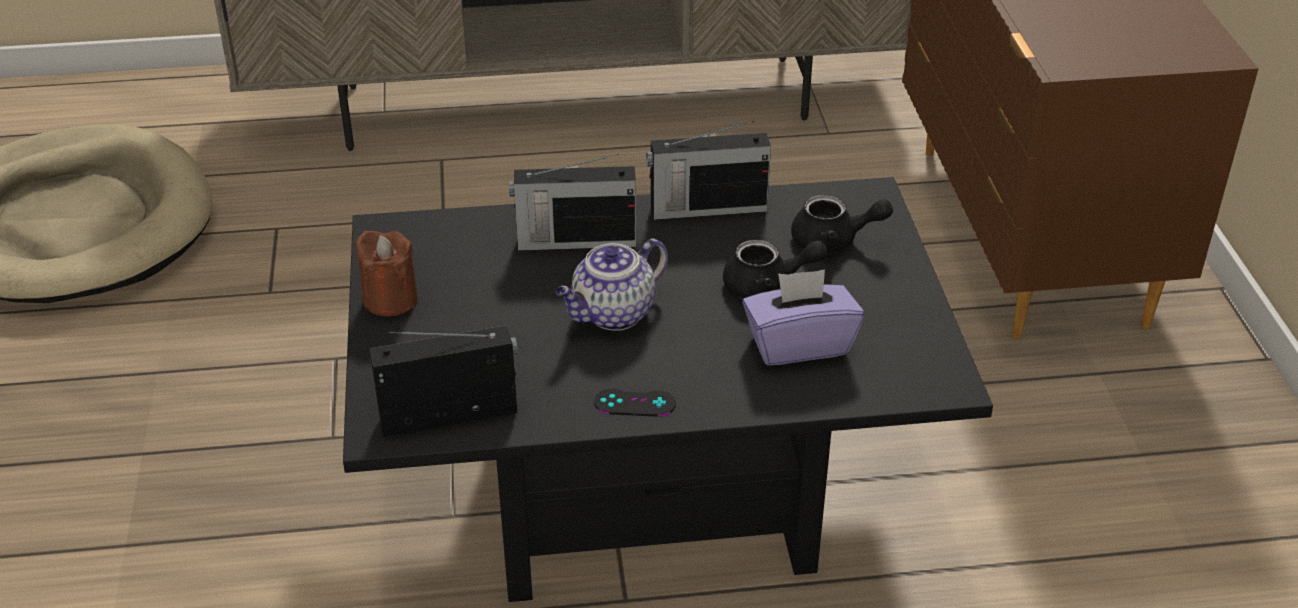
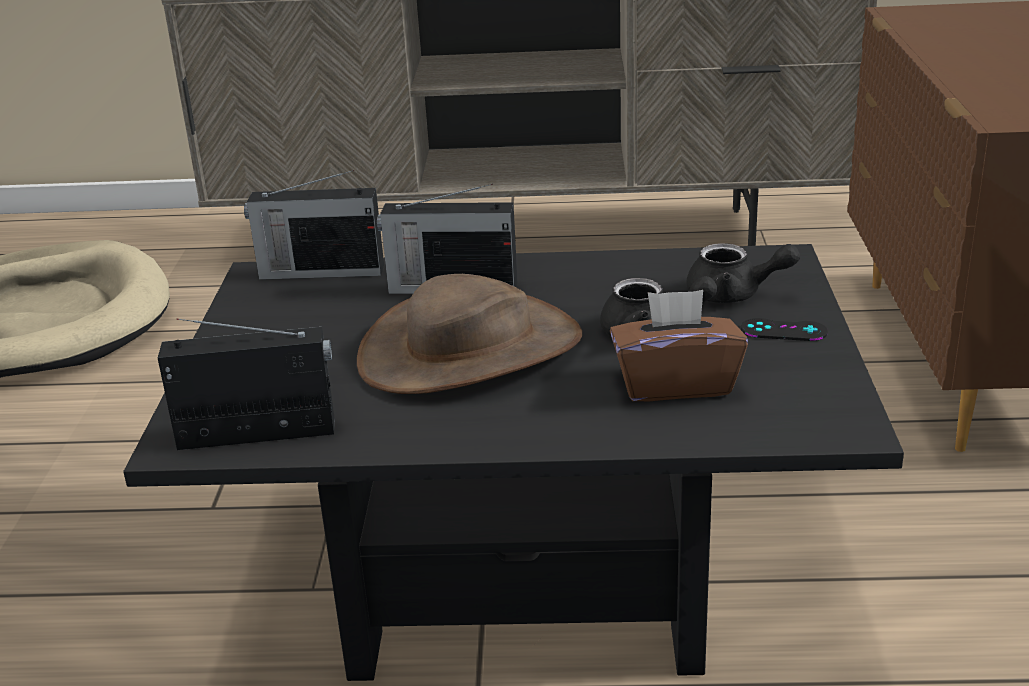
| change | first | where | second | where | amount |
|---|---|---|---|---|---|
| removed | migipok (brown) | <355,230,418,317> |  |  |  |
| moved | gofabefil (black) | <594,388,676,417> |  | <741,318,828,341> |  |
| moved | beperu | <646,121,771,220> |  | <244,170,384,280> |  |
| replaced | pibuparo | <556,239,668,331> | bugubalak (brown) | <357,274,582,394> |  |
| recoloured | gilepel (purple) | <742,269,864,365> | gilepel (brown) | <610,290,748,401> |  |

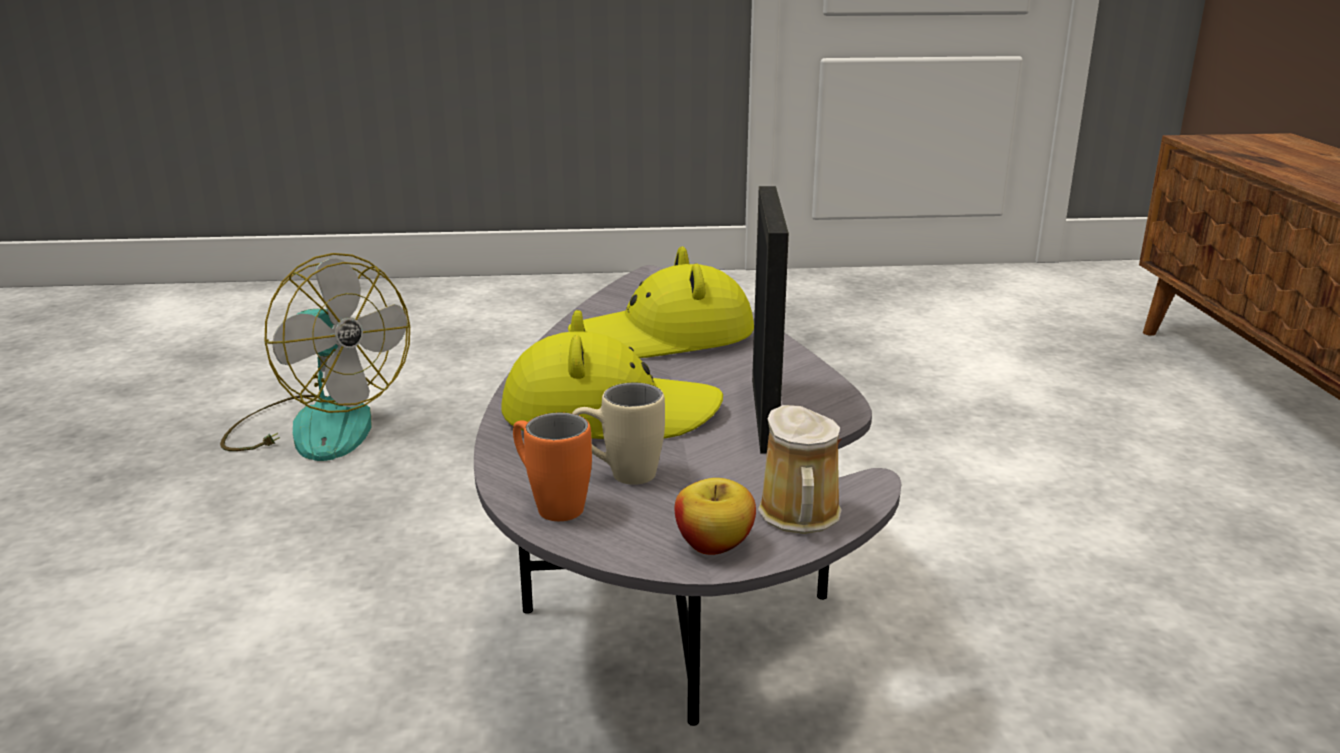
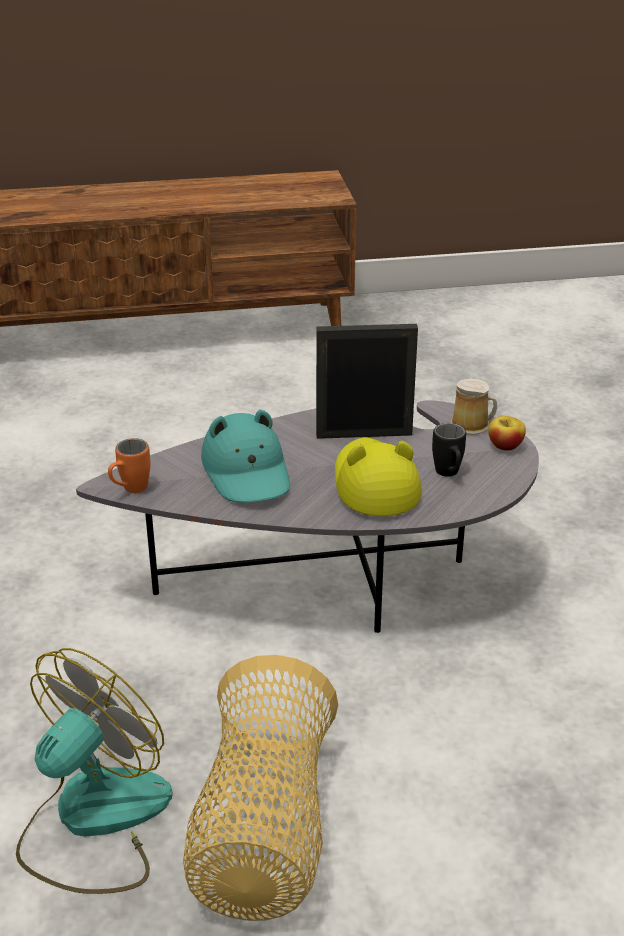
| change | first | where | second | where | amount |
|---|---|---|---|---|---|
| added |  |  | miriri | <183,655,338,921> |  |
| moved | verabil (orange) | <513,412,592,521> |  | <108,438,151,493> |  |
| recoloured | bugubalak (yellow) | <568,246,754,358> | bugubalak (turquoise) | <201,410,290,503> |  |
| recoloured | verabil (beige) | <572,383,665,485> | verabil (black) | <432,423,466,477> |  |

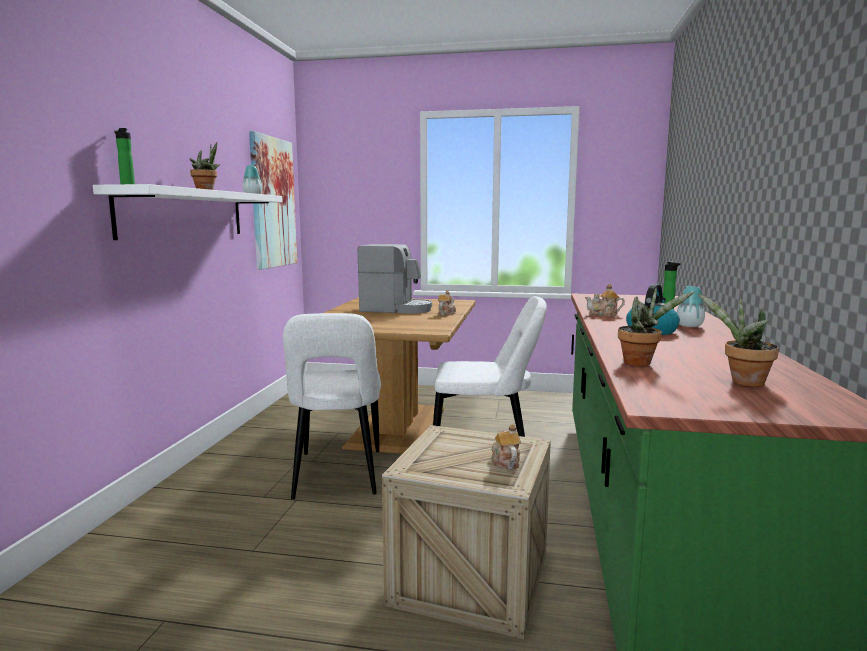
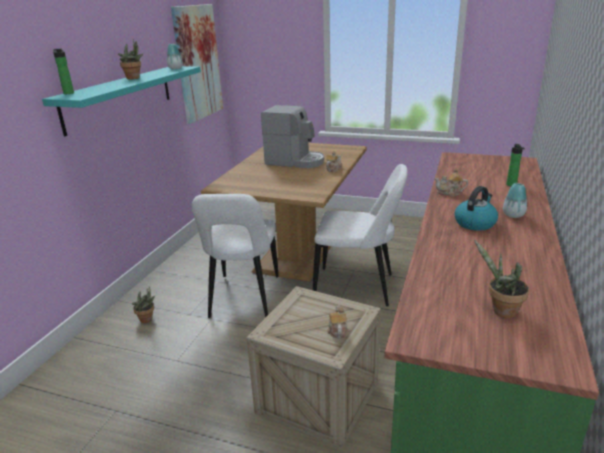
| change | first | where | second | where | amount |
|---|---|---|---|---|---|
| moved | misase | <618,287,695,366> |  | <132,287,156,323> |  |
| recoloured | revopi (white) | <93,184,283,240> | revopi (turquoise) | <42,66,201,136> |  |

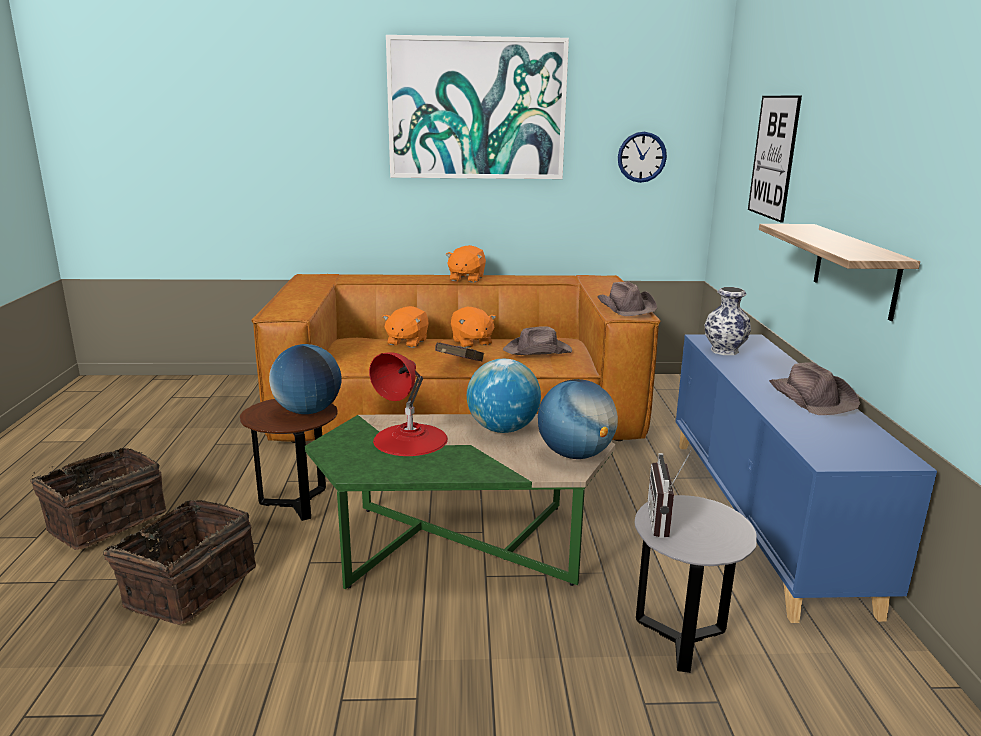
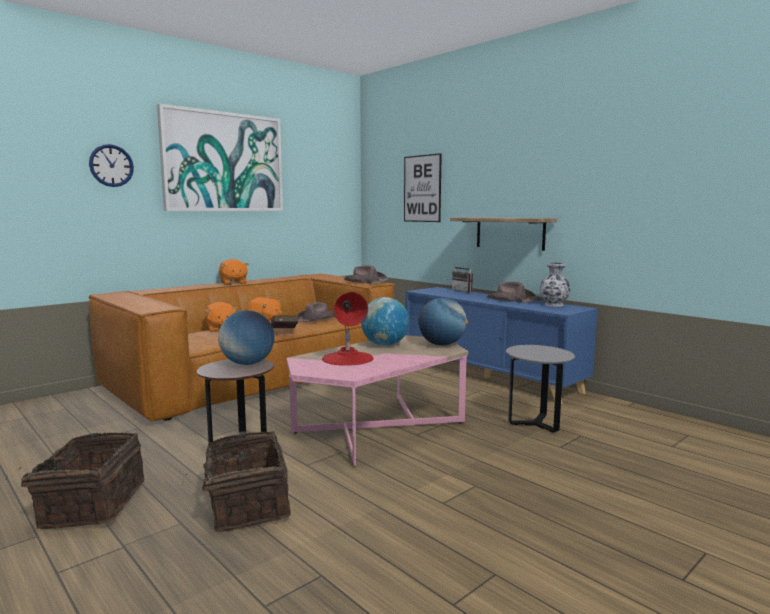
| change | first | where | second | where | amount |
|---|---|---|---|---|---|
| moved | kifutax | <618,132,667,183> |  | <89,144,134,187> |  |
| moved | beperu | <647,451,691,538> |  | <452,262,473,293> |  |
| moved | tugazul | <705,287,751,355> |  | <540,263,570,307> |  |
| recoloured | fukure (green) | <305,414,616,589> | fukure (pink) | <286,335,468,466> |  |

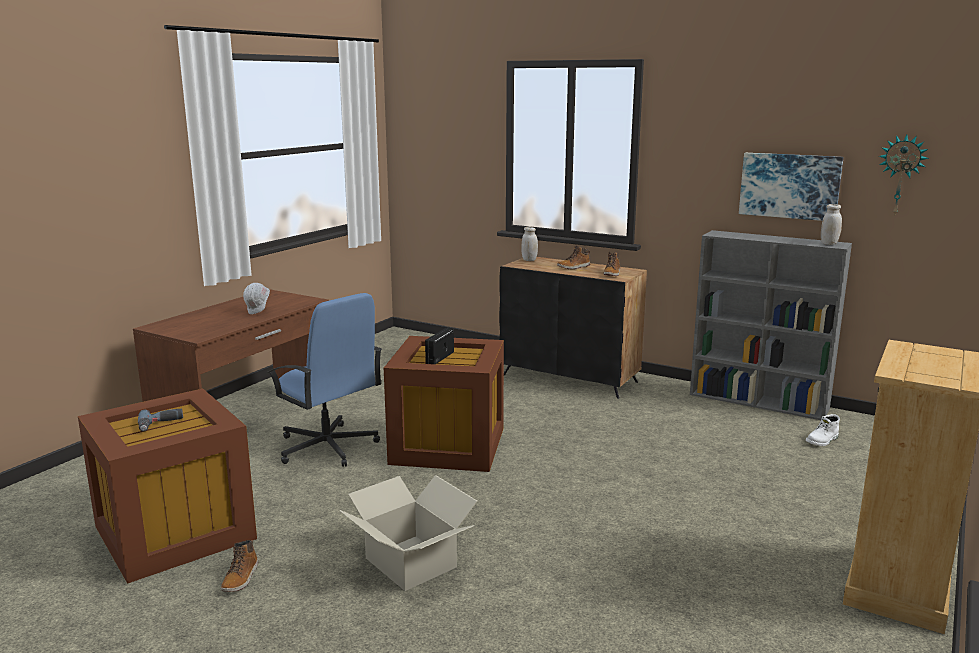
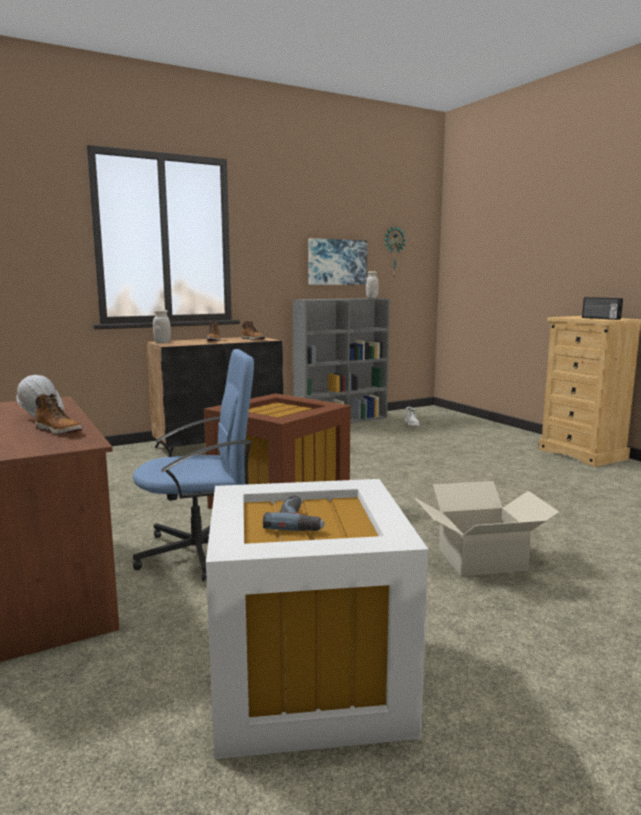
| change | first | where | second | where | amount |
|---|---|---|---|---|---|
| moved | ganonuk | <221,540,258,592> |  | <35,393,83,435> |  |
| moved | beperu | <425,328,454,364> |  | <582,297,623,320> |  |
| recoloured | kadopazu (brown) | <78,389,257,584> | kadopazu (white) | <206,479,428,759> |  |

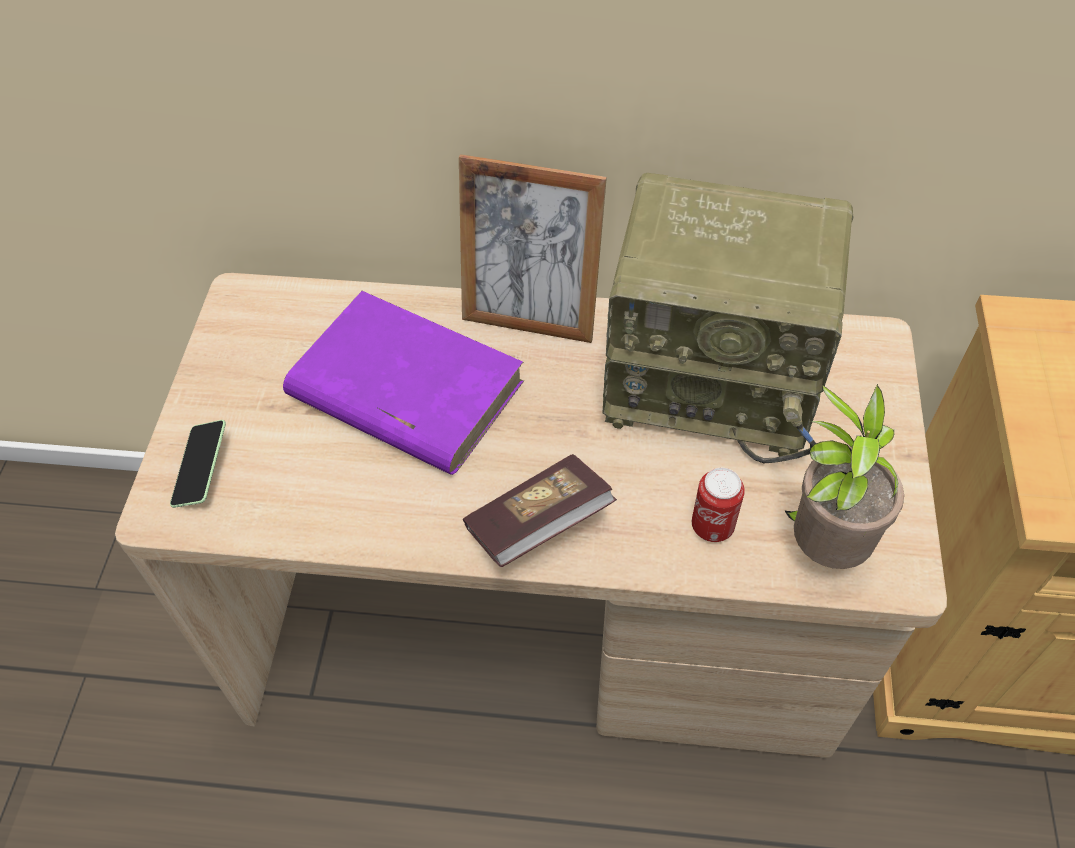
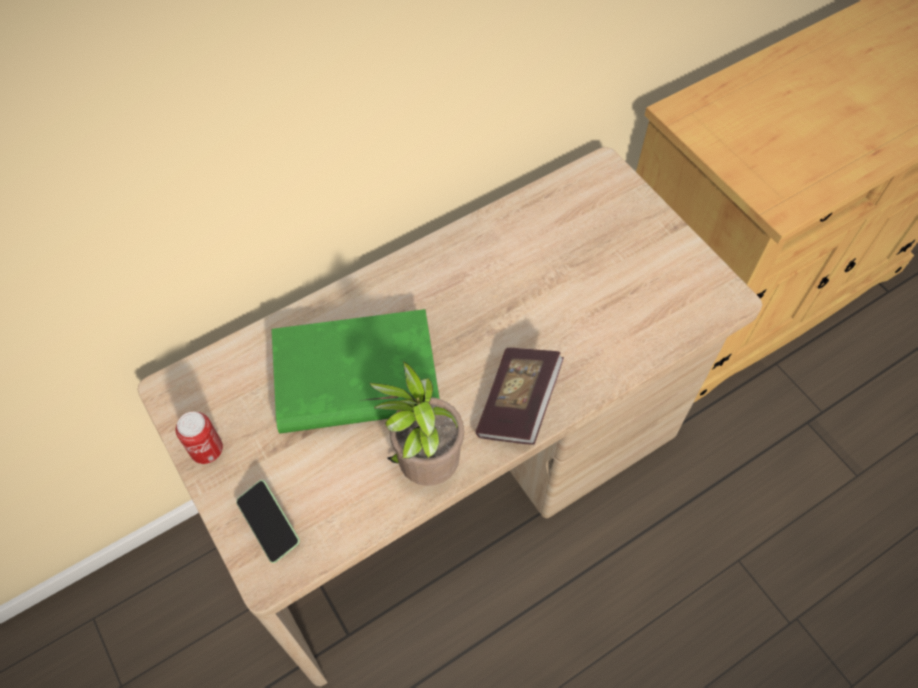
| change | first | where | second | where | amount |
|---|---|---|---|---|---|
| removed | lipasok | <459,154,607,343> |  |  |  |
| removed | beperu | <602,173,854,463> |  |  |  |
| moved | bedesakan | <692,468,745,542> |  | <175,411,223,464> |  |
| moved | misase | <785,384,904,569> |  | <370,361,464,486> |  |
| recoloured | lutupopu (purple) | <283,291,524,475> | lutupopu (green) | <271,309,440,433> |  |

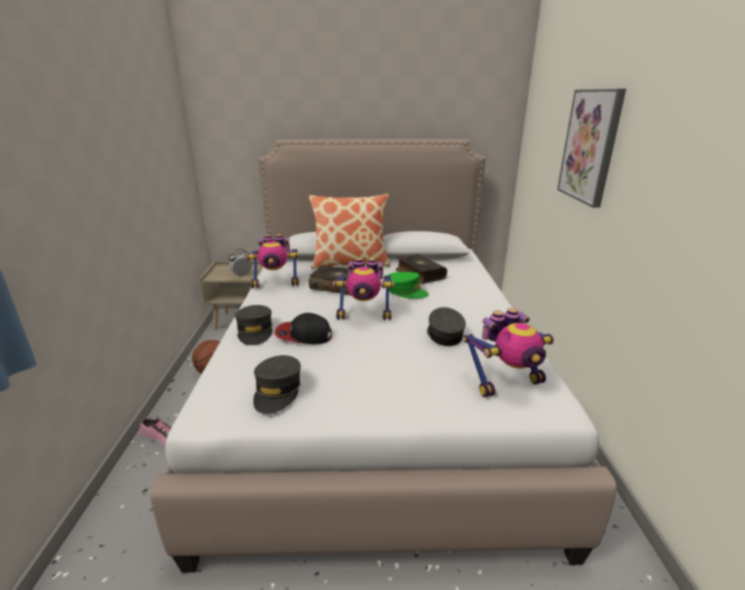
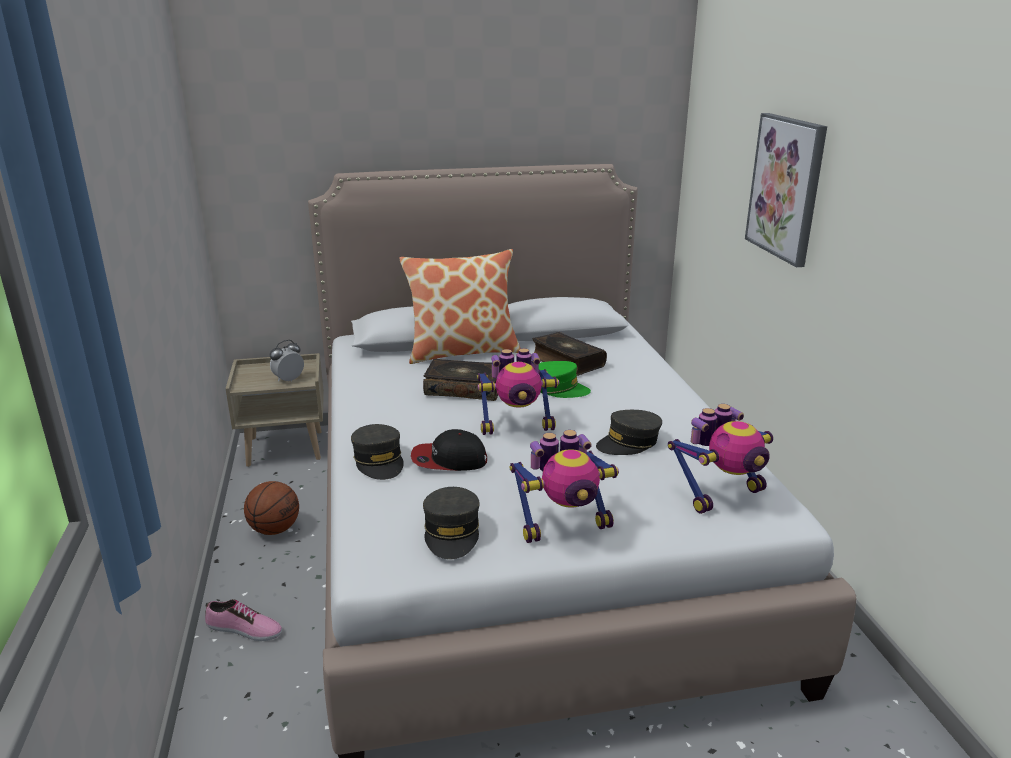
| change | first | where | second | where | amount |
|---|---|---|---|---|---|
| moved | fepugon | <246,234,299,288> |  | <509,430,619,543> |  |
| turned | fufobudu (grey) | <427,307,466,346> |  | <596,410,662,455> | 105 degrees counterclockwise |

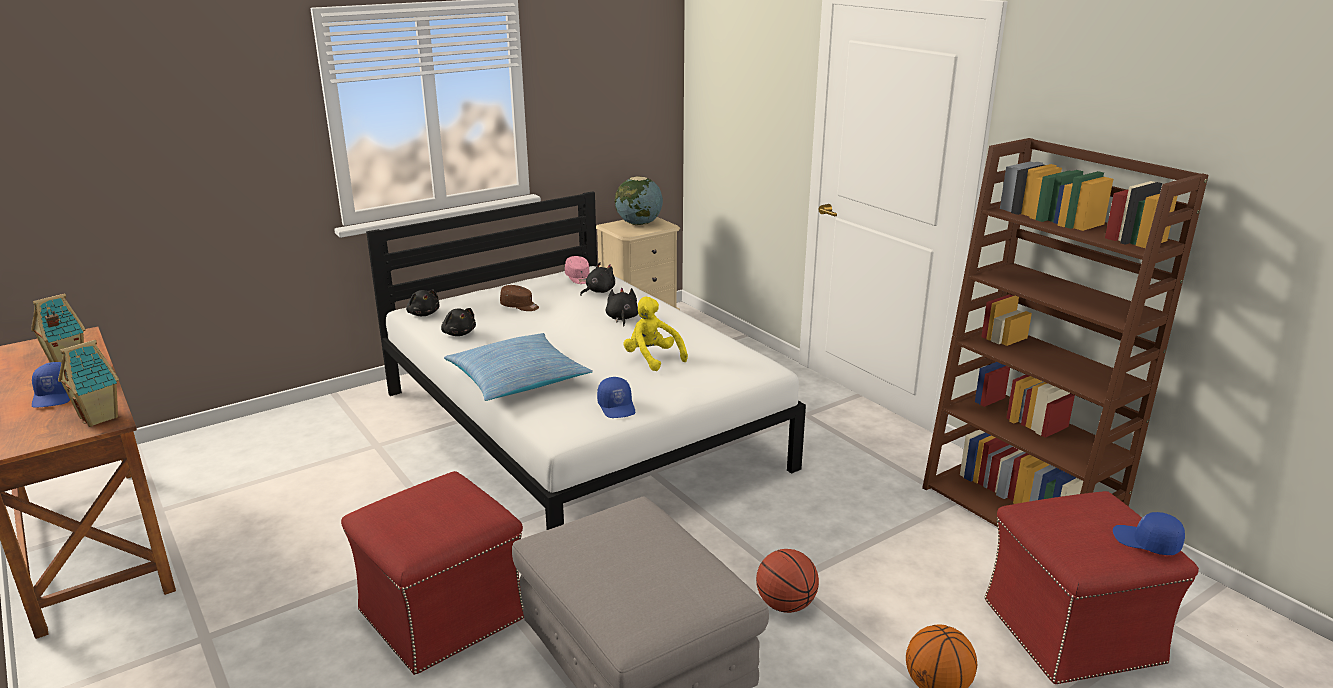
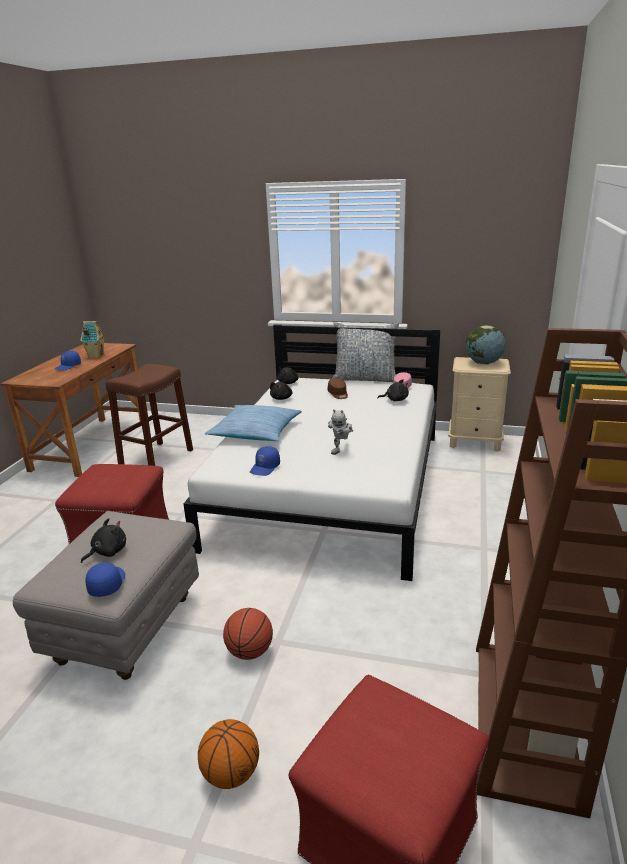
| change | first | where | second | where | amount |
|---|---|---|---|---|---|
| removed | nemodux | <58,340,119,427> |  |  |  |
| added |  |  | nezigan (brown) | <106,364,193,466> |  |
| added |  |  | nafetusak | <332,322,399,382> |  |
| moved | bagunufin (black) | <606,288,638,326> |  | <81,518,126,563> |  |
| moved | fufobudu (blue) | <1113,512,1185,555> |  | <85,563,125,597> |  |
| replaced | bagunufin (yellow) | <624,297,688,371> | fepugon | <328,409,353,455> |  |

